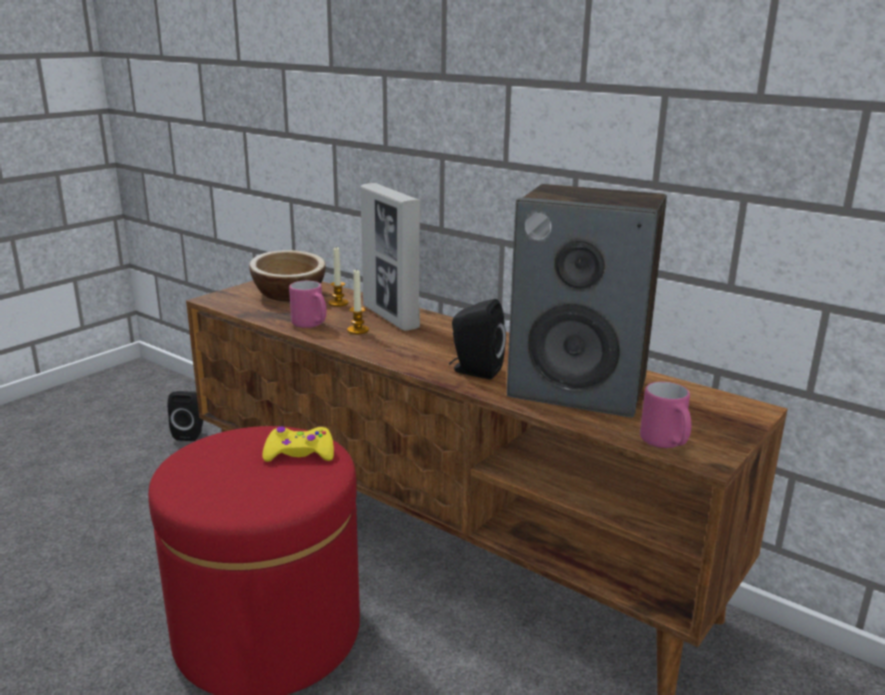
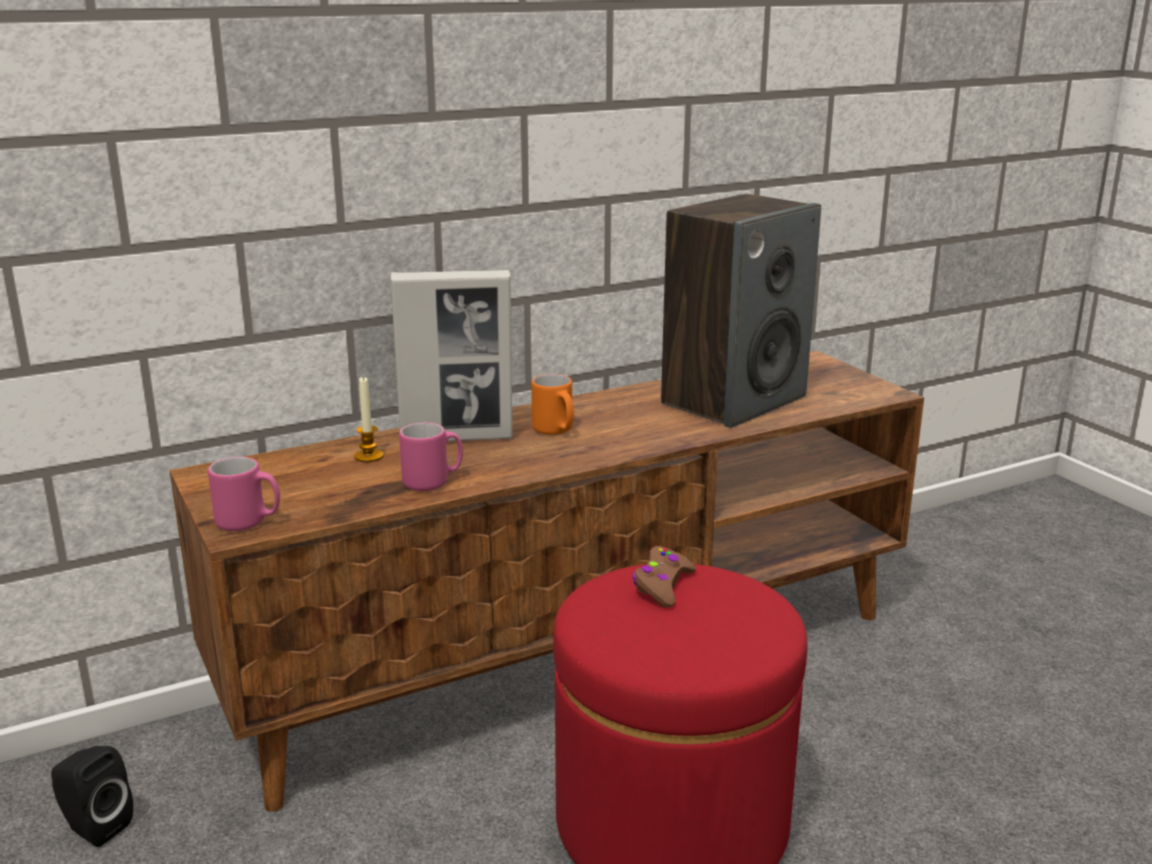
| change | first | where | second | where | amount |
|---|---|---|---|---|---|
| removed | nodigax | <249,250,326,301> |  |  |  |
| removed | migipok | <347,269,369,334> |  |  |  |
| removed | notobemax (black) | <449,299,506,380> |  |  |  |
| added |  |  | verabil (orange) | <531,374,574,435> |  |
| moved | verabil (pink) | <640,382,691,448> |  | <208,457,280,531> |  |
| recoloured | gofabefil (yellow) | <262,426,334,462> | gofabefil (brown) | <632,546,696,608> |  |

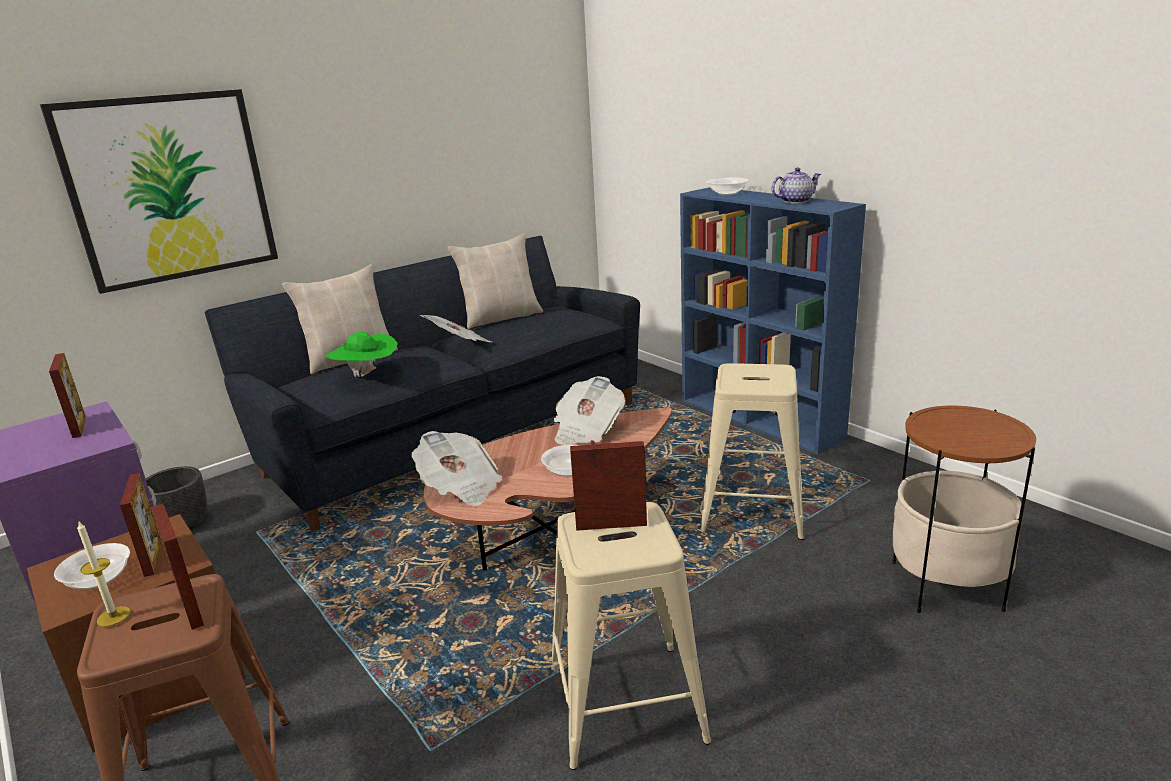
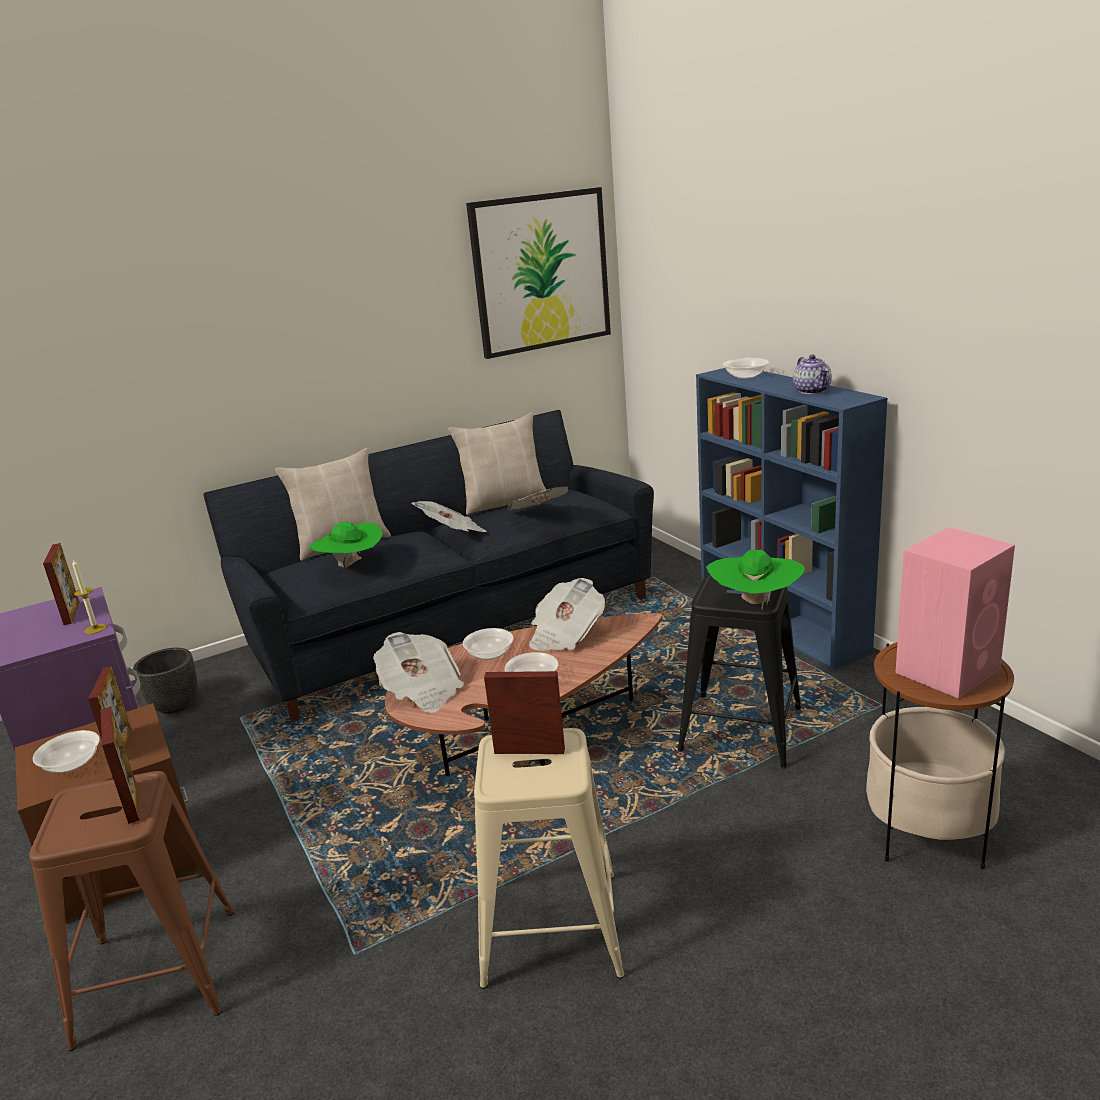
| change | first | where | second | where | amount |
|---|---|---|---|---|---|
| added |  |  | nodigax | <463,628,513,660> |  |
| added |  |  | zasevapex | <507,487,568,510> |  |
| added |  |  | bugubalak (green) | <706,549,806,610> |  |
| added |  |  | notobemax (pink) | <895,527,1015,698> |  |
| moved | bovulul | <40,89,278,294> |  | <466,187,611,359> |  |
| moved | migipok | <77,520,131,627> |  | <72,560,106,634> |  |
| recoloured | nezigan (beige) | <700,363,804,540> | nezigan (black) | <678,573,801,768> |  |
| turned | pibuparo | <772,167,821,204> |  | <793,355,832,394> | 90 degrees clockwise |

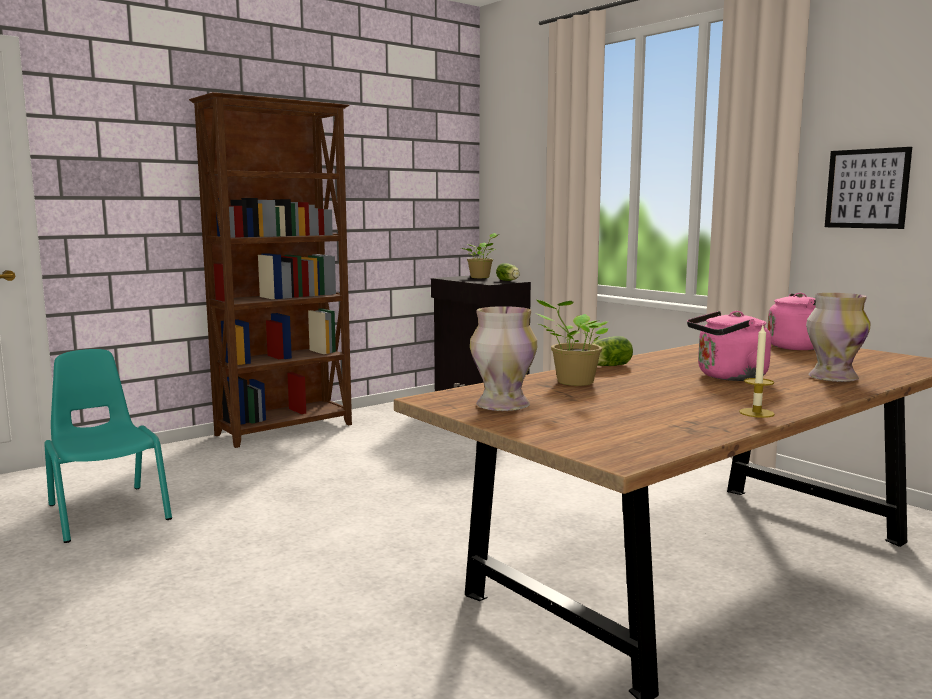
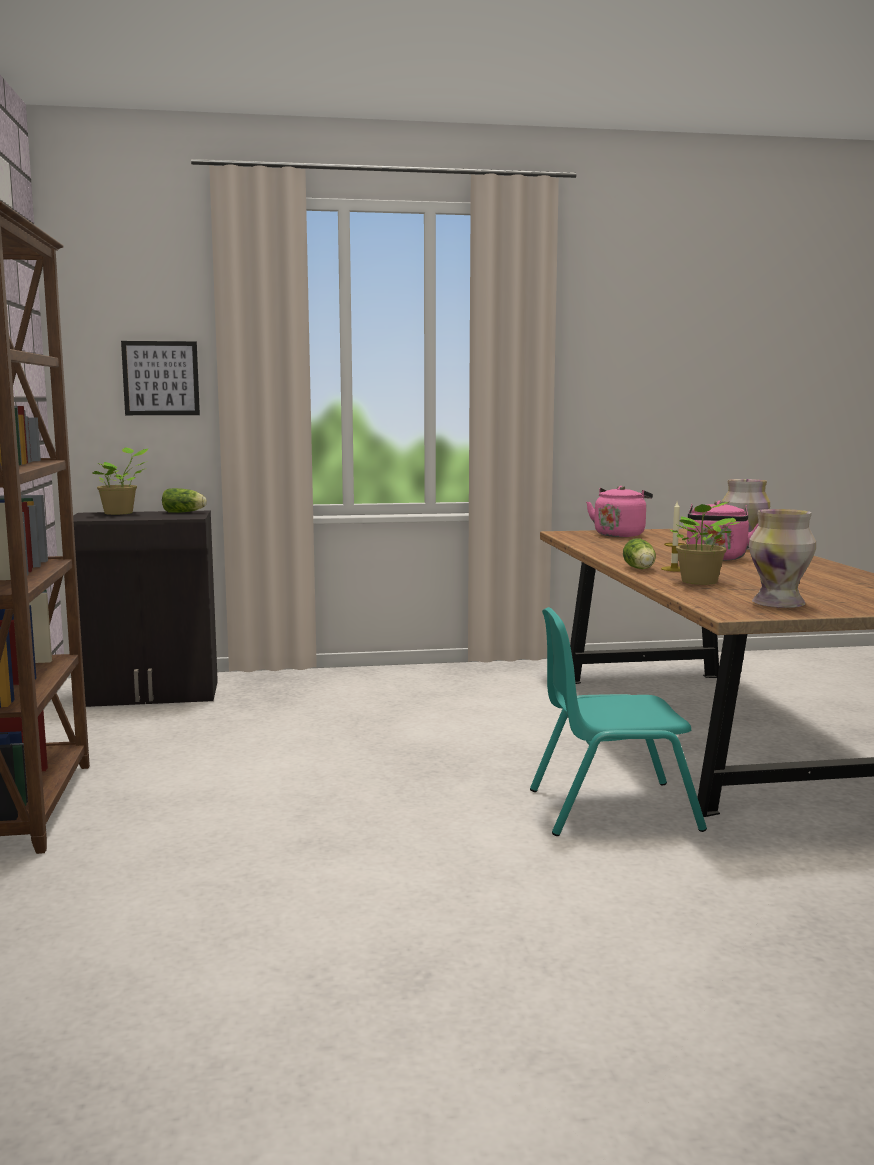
| change | first | where | second | where | amount |
|---|---|---|---|---|---|
| moved | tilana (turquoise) | <44,349,172,543> |  | <530,607,707,836> |  |
| moved | migipok | <739,326,775,418> |  | <661,502,685,571> |  |
| moved | bovulul | <825,147,912,229> |  | <121,341,200,415> |  |

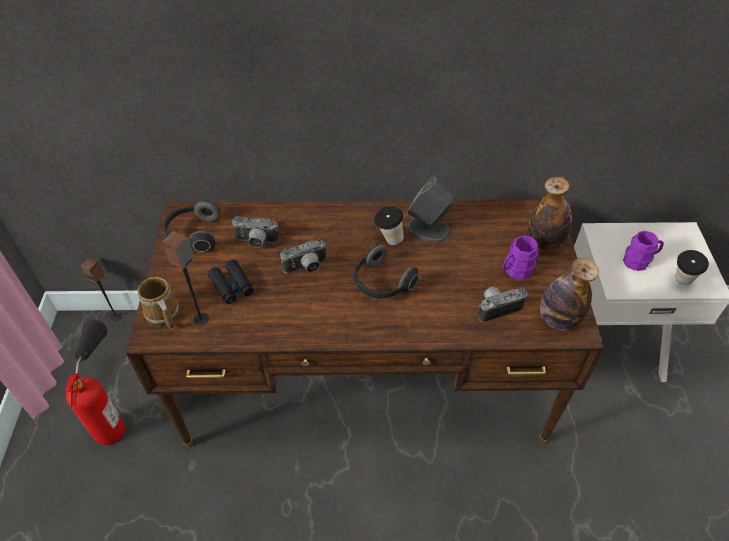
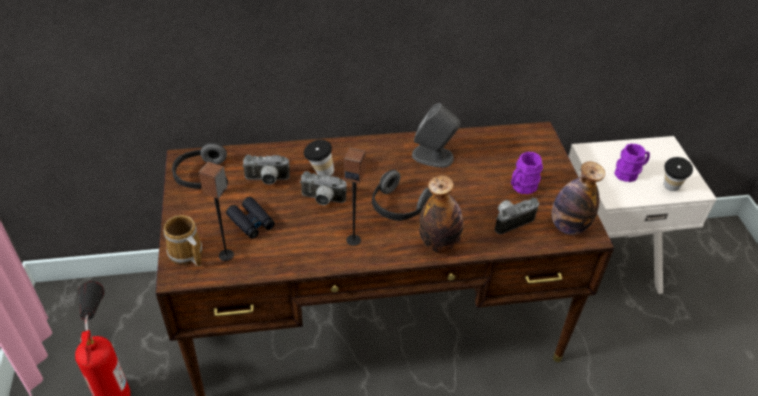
| change | first | where | second | where | amount |
|---|---|---|---|---|---|
| moved | notobemax | <81,257,121,321> |  | <344,148,366,246> |  |
| moved | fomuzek | <374,206,404,245> |  | <304,140,334,177> |  |
| moved | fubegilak | <528,177,572,251> |  | <419,175,464,253> |  |
| turned | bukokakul | <280,240,327,274> |  | <300,171,347,205> | 45 degrees clockwise |

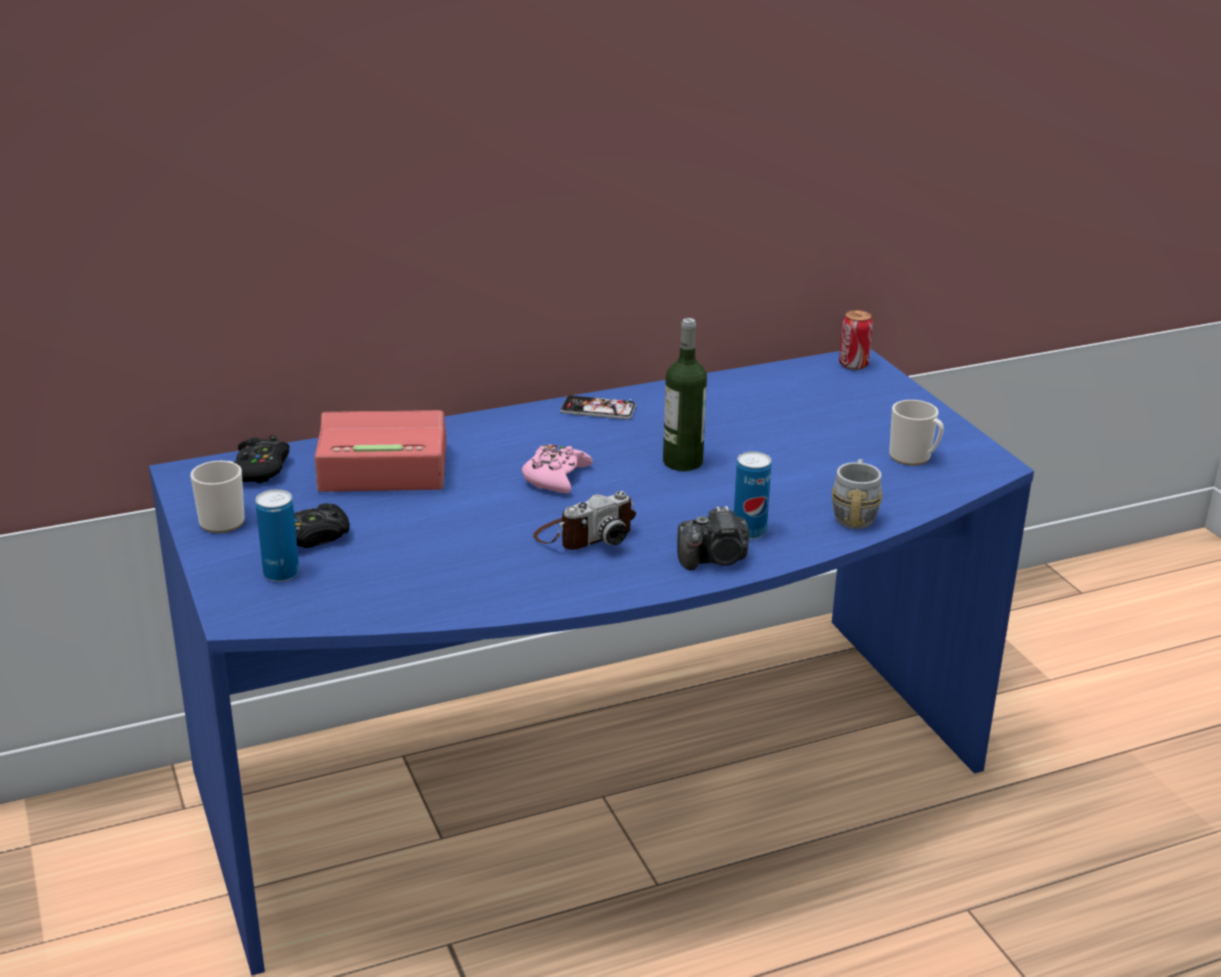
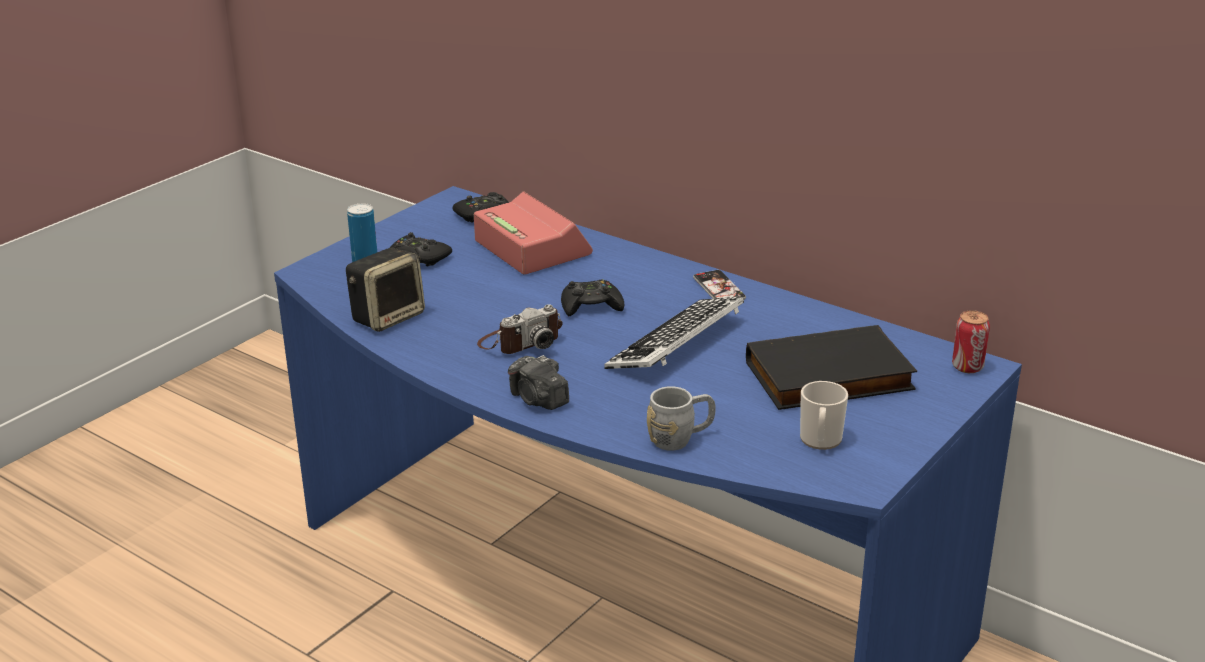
| change | first | where | second | where | amount |
|---|---|---|---|---|---|
| removed | verabil | <190,461,245,533> |  |  |  |
| removed | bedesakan | <734,451,771,539> |  |  |  |
| added |  |  | notobemax | <346,248,425,332> |  |
| added |  |  | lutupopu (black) | <746,325,917,410> |  |
| replaced | fubegilak | <663,318,707,471> | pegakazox | <604,296,744,369> |  |
| recoloured | gofabefil (pink) | <522,444,593,493> | gofabefil (black) | <561,279,624,316> |  |
| turned | bukokakul | <533,491,636,550> |  | <477,304,563,354> | 60 degrees counterclockwise |

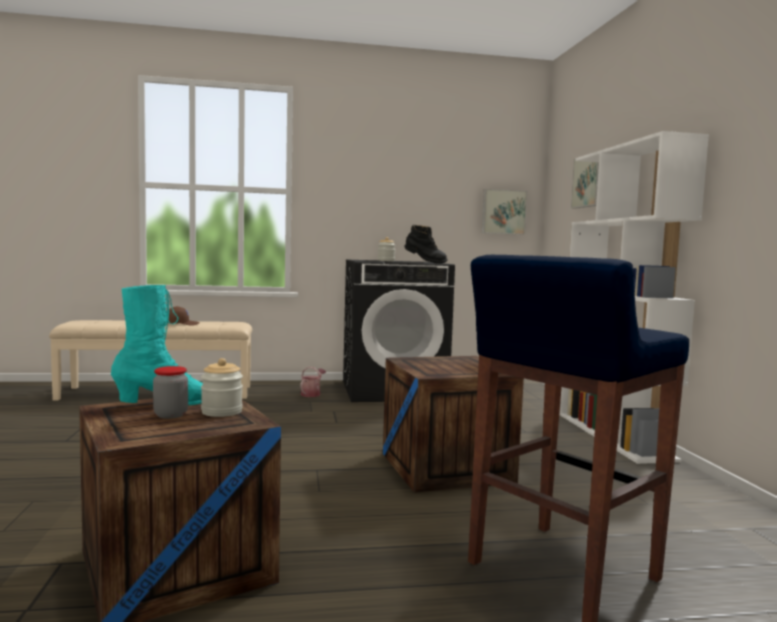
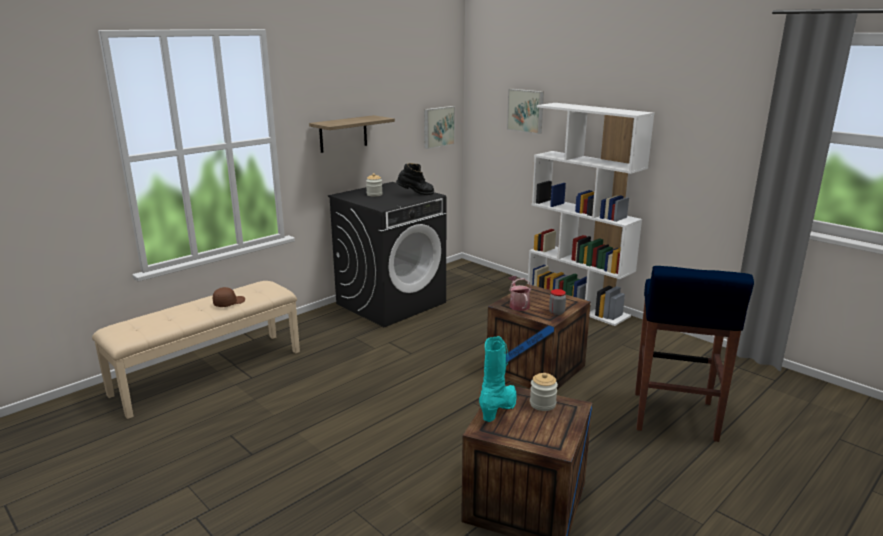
| change | first | where | second | where | amount |
|---|---|---|---|---|---|
| added |  |  | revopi | <309,115,395,153> |  |
| moved | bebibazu | <153,366,188,419> |  | <549,289,566,315> |  |
| moved | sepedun | <300,367,326,397> |  | <508,276,531,311> |  |

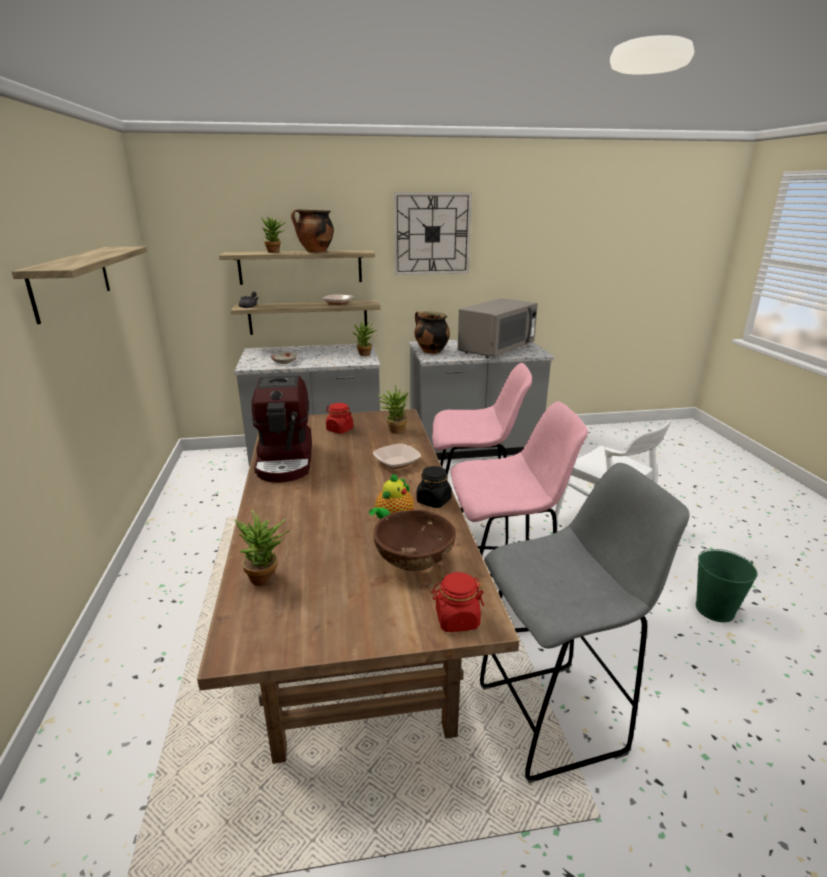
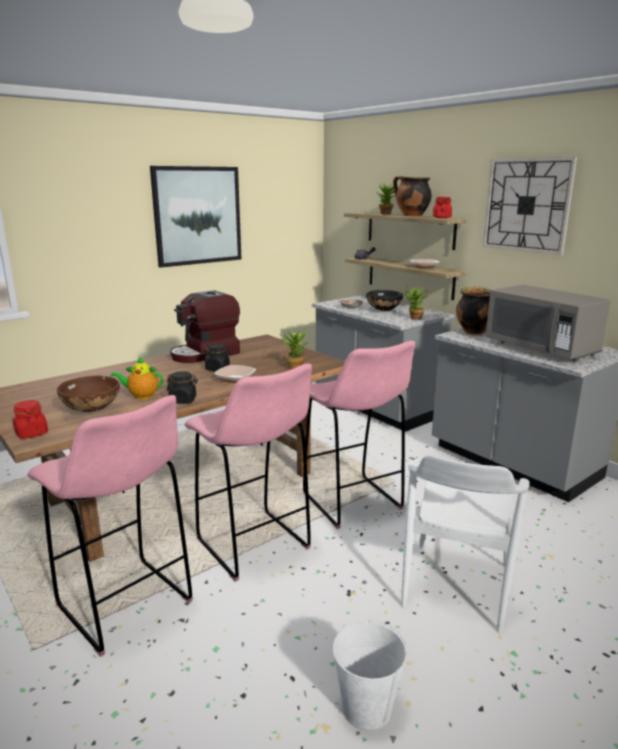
| change | first | where | second | where | amount |
|---|---|---|---|---|---|
| removed | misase | <234,510,291,586> |  |  |  |
| added |  |  | bebibazu (black) | <204,344,230,371> |  |
| added |  |  | nodigax (black) | <366,290,404,311> |  |
| moved | bebibazu (red) | <326,403,353,434> |  | <433,197,452,218> |  |
| replaced | revopi | <12,246,147,324> | bovulul | <150,166,241,268> |  |
| recoloured | nezigan (grey) | <480,463,689,783> | nezigan (pink) | <27,395,193,657> |  |
| recoloured | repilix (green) | <696,549,758,622> | repilix (white) | <333,620,408,731> |  |
| turned | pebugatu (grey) | <458,298,538,358> |  | <486,285,611,362> | 45 degrees clockwise |

